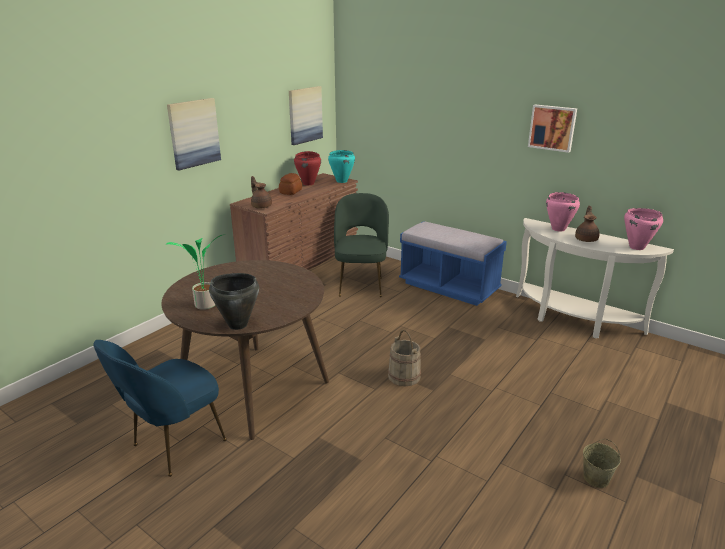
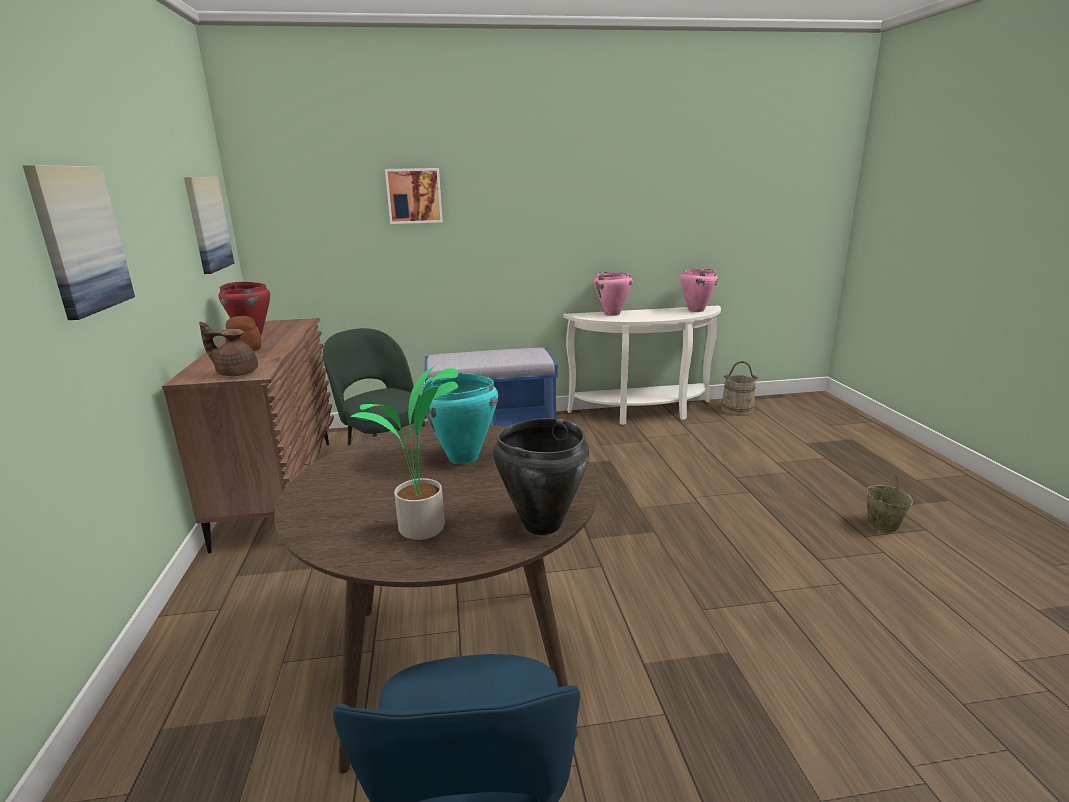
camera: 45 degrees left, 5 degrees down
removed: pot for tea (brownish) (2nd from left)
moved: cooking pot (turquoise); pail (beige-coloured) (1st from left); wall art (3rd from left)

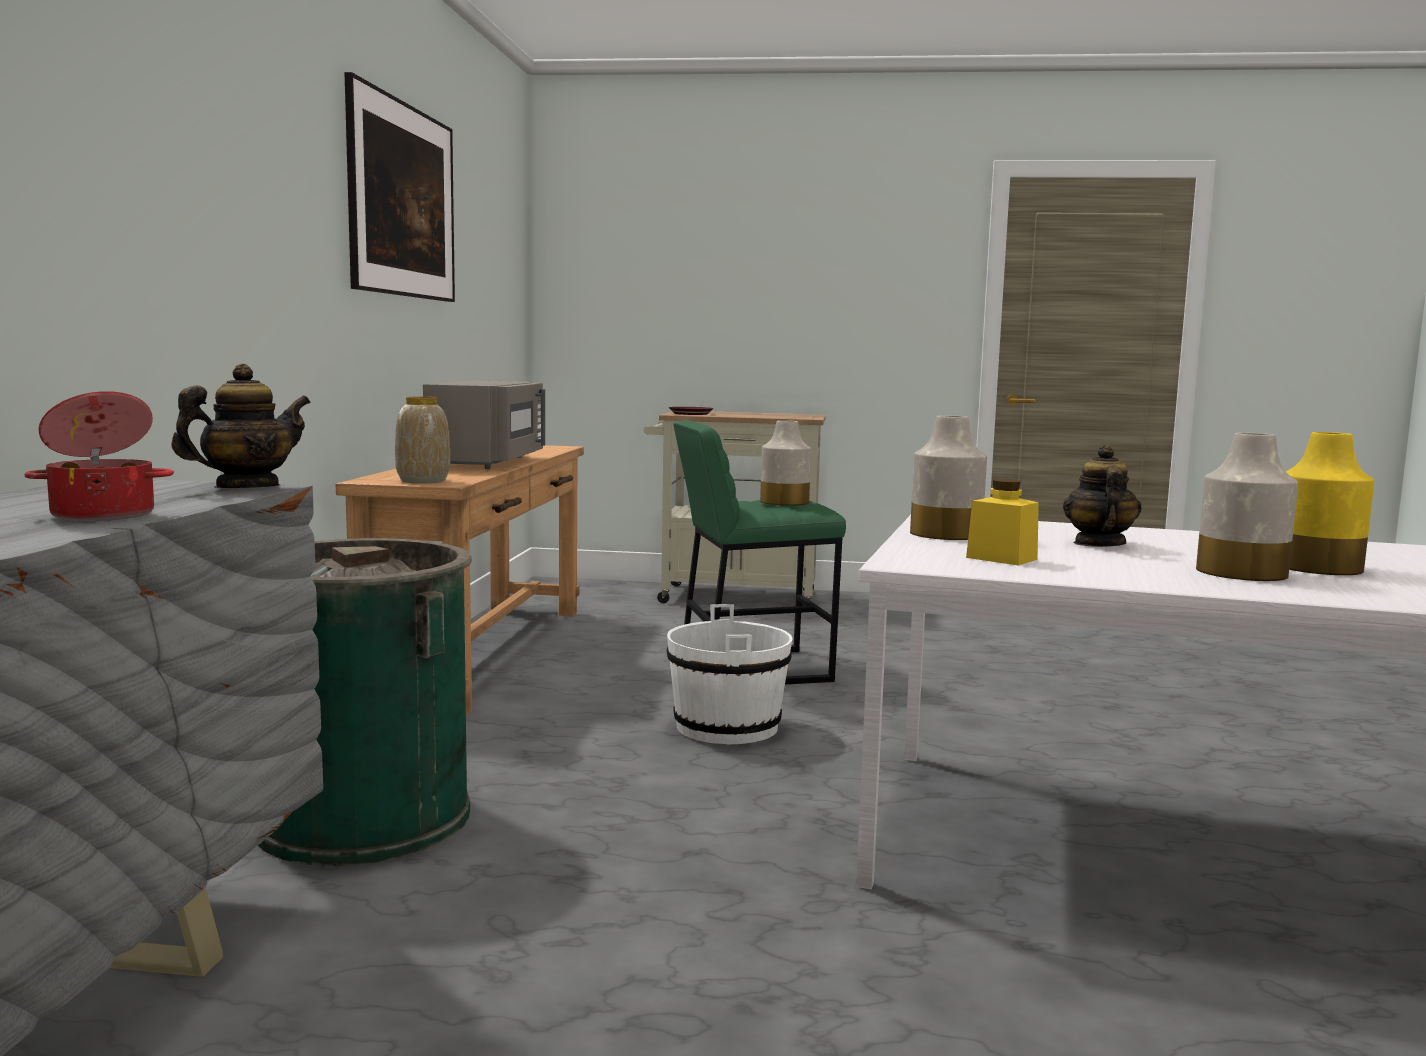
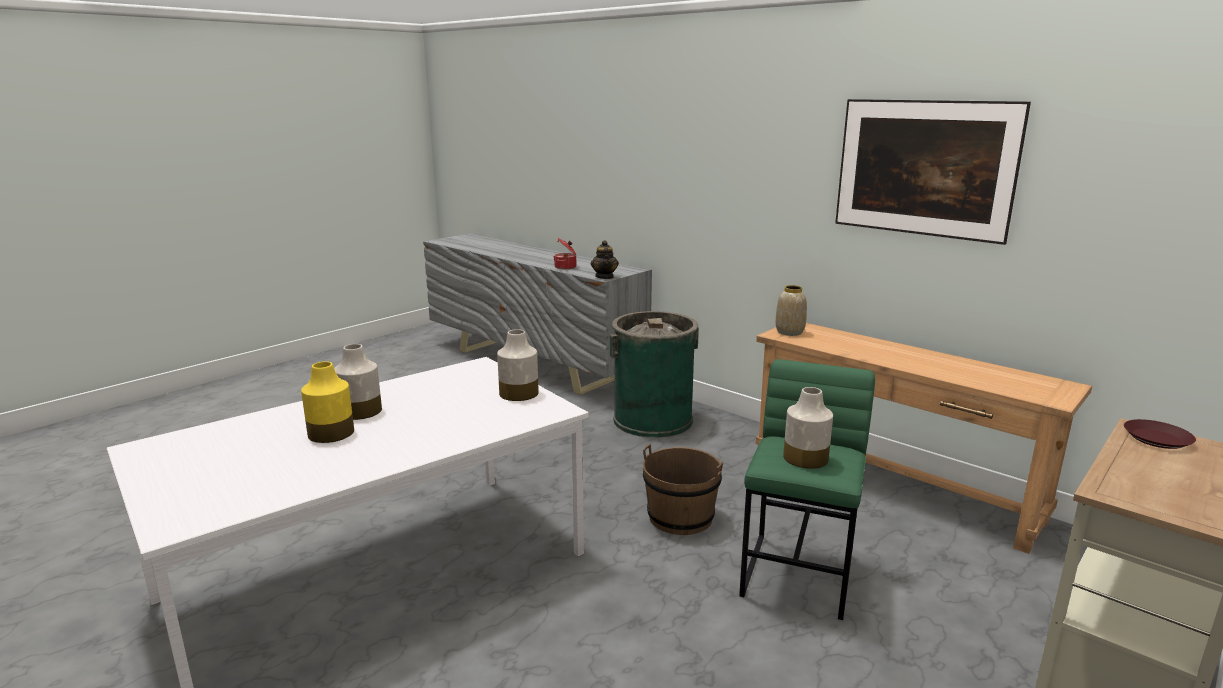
camera: 125 degrees right, 10 degrees up
removed: kitchen microwave (greyish); preserve jar (yellow-coloured); pot for tea (2nd from left)
recoloured: pail (white-coloured) to pail (brownish)

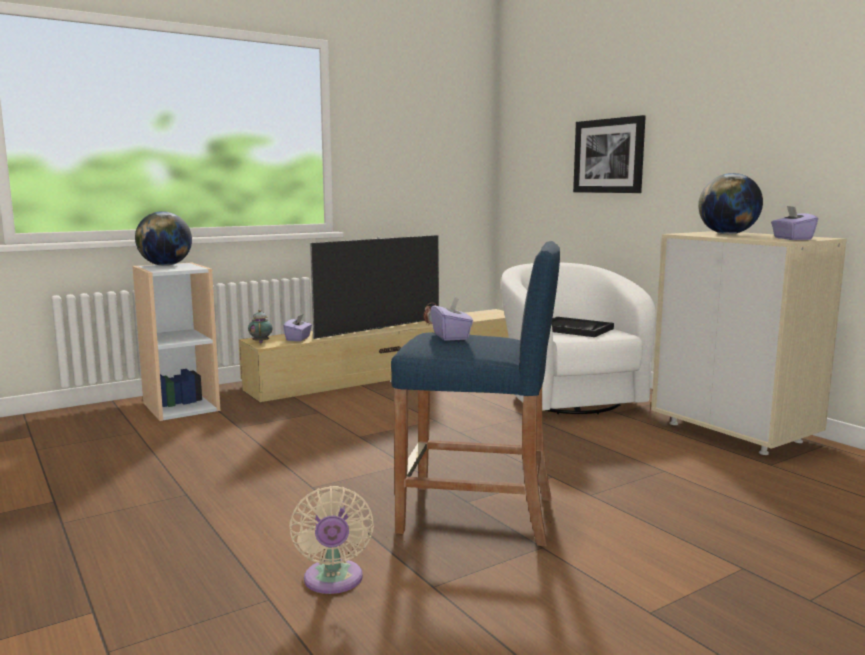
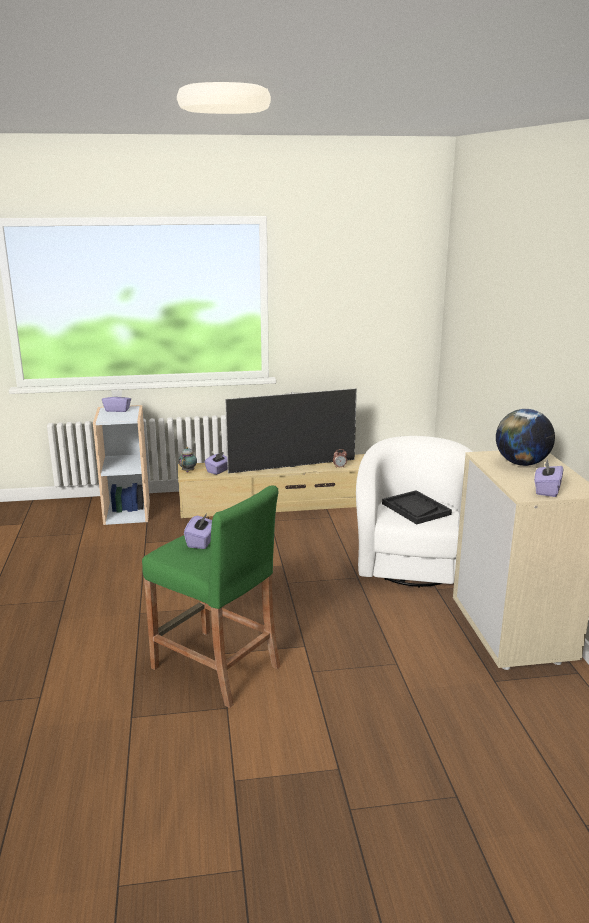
camera: 25 degrees right, 10 degrees up
removed: electric fan (beige-coloured); wall art
replaced: globe (1st from left) to tissue box (purplish) (1st from left)
recoloured: stool (blue) to stool (green-coloured)

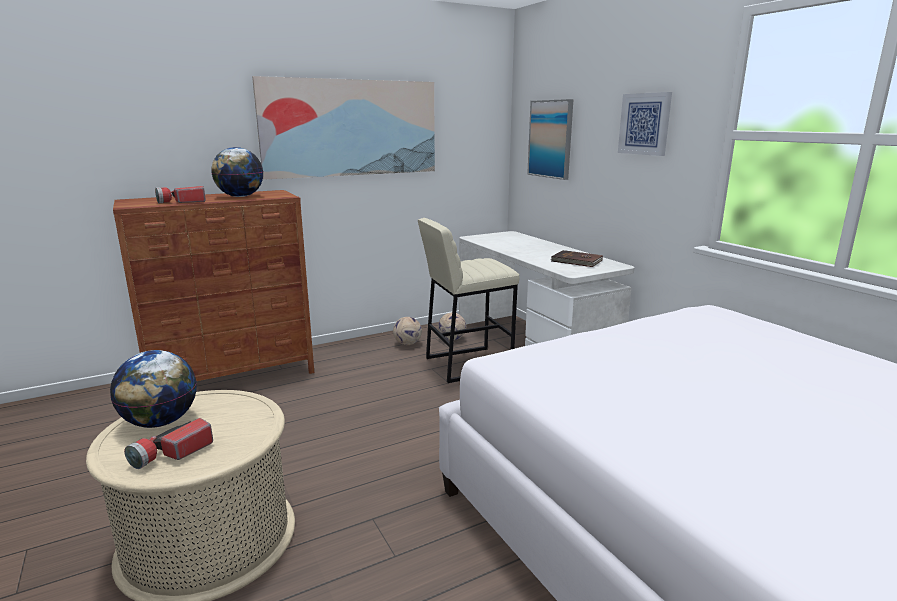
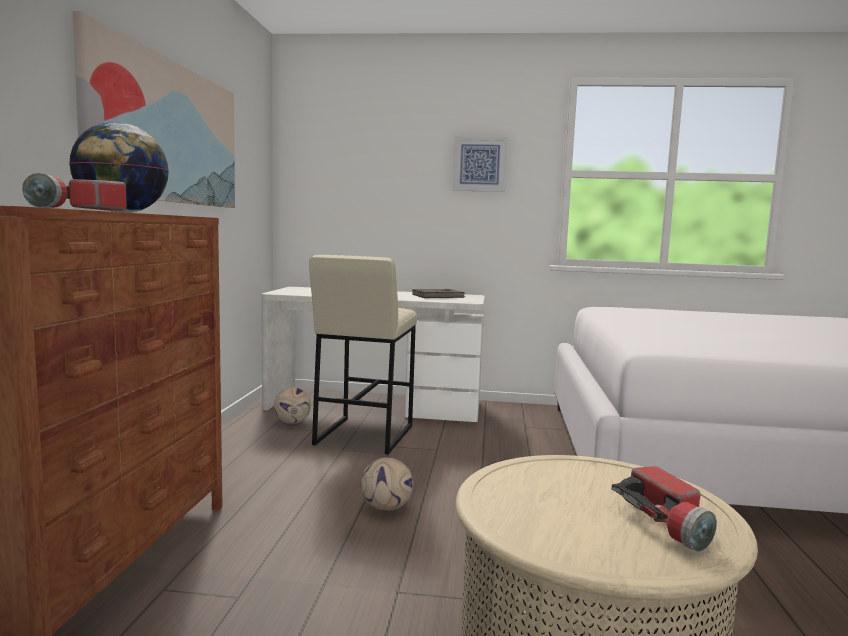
camera: 55 degrees left, 10 degrees down
removed: globe (1st from left); wall art (2nd from left)
moved: football (1st from left in the first image) to football (2nd from left)

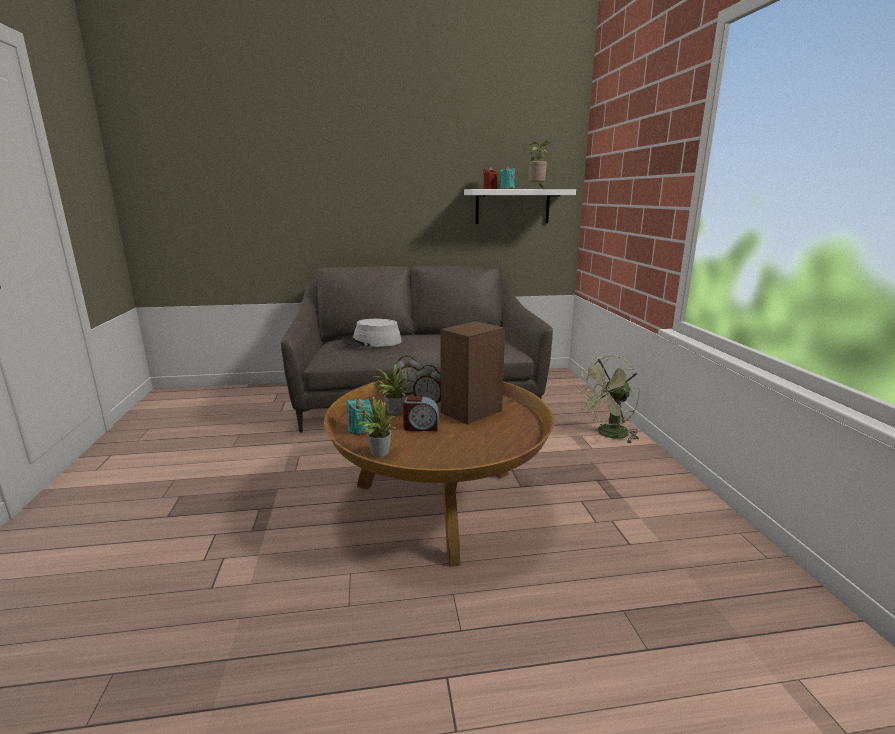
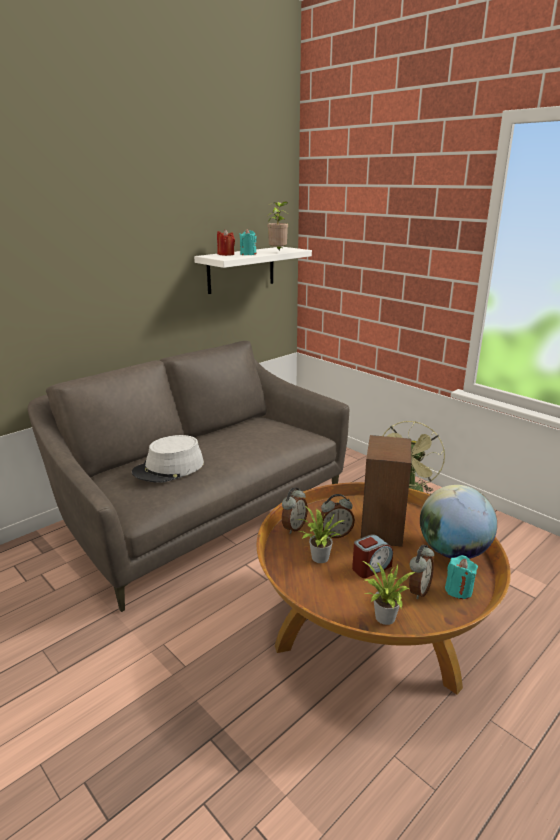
camera: 35 degrees left, 5 degrees up
added: bedside clock (4th from left); globe
moved: wax light (turquoise) (1st from left in the first image) to wax light (turquoise) (2nd from left)

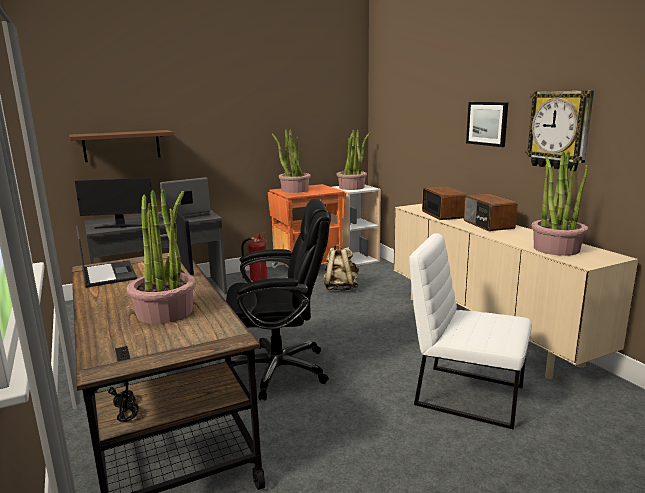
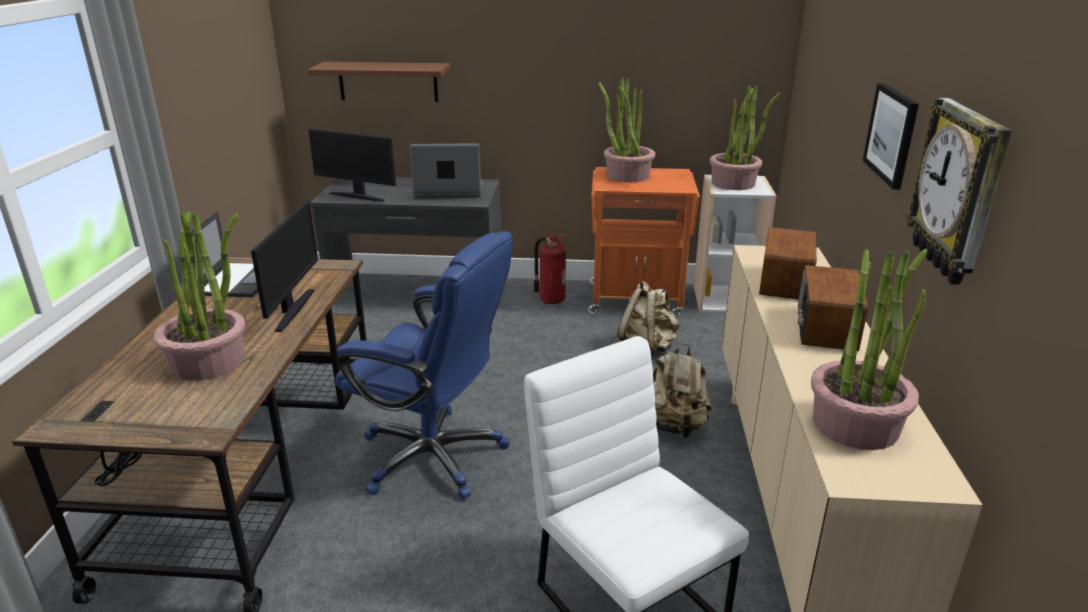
camera: 30 degrees right, 10 degrees up
added: backpack (beige-coloured) (2nd from left)
recoloured: office chair (black-coloured) to office chair (blue)

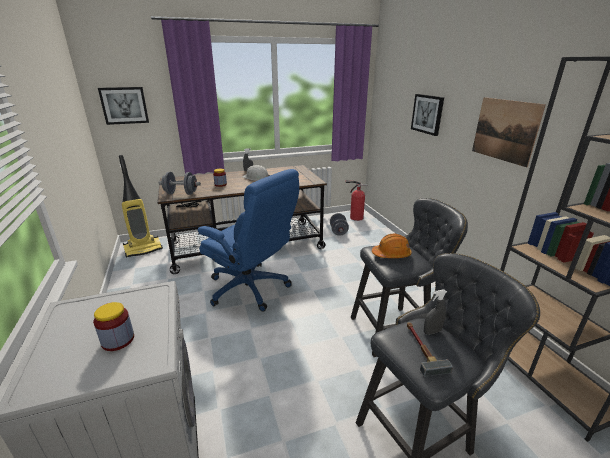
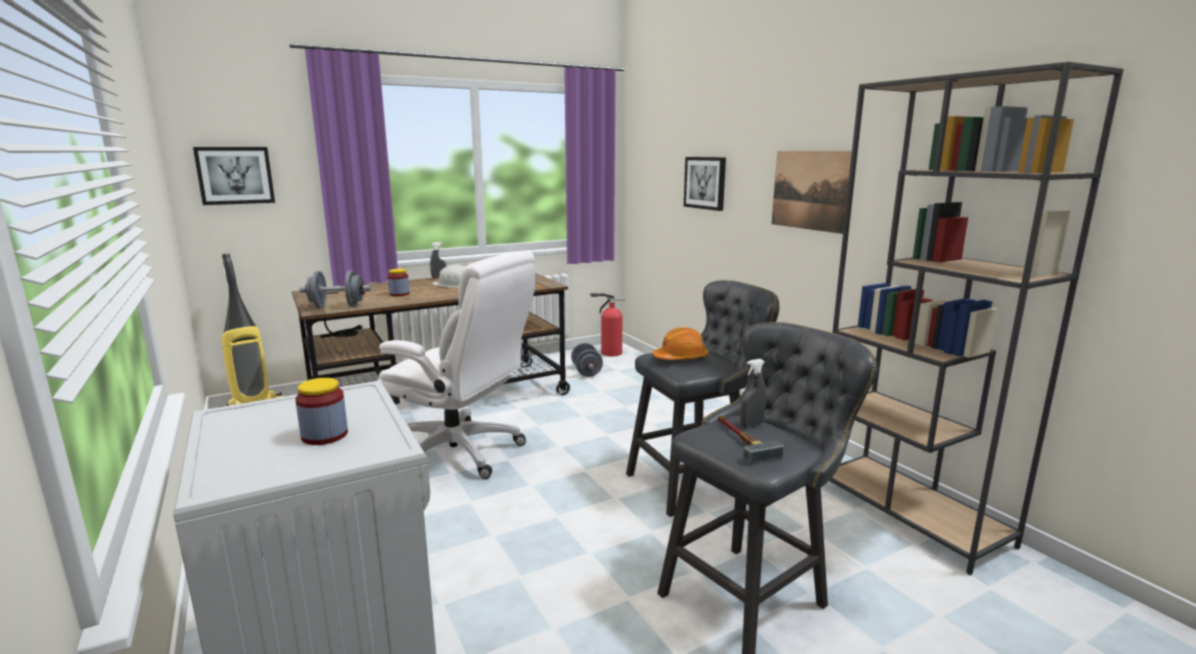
camera: 10 degrees left, 10 degrees down
recoloured: office chair (blue) to office chair (white-coloured)

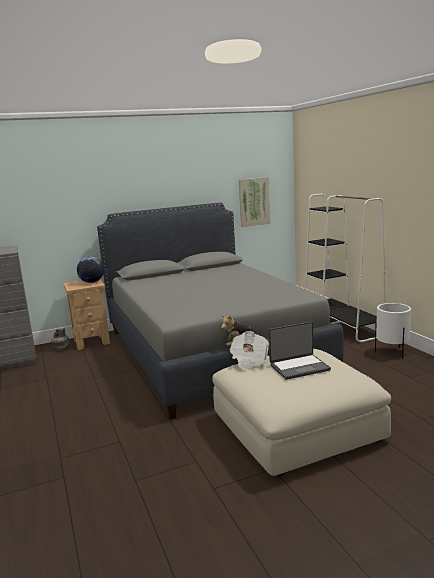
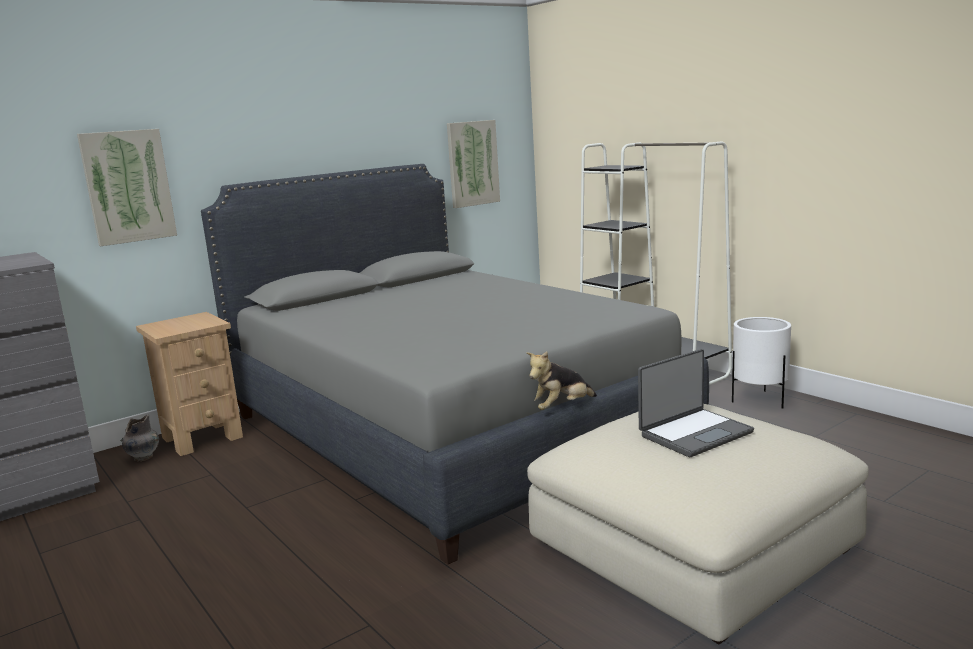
camera: 15 degrees left, 0 degrees up
removed: globe; printed paper
added: wall art (1st from left)

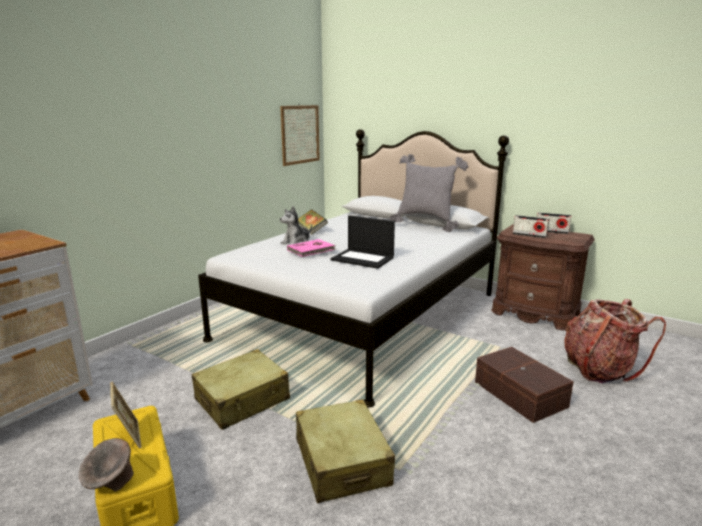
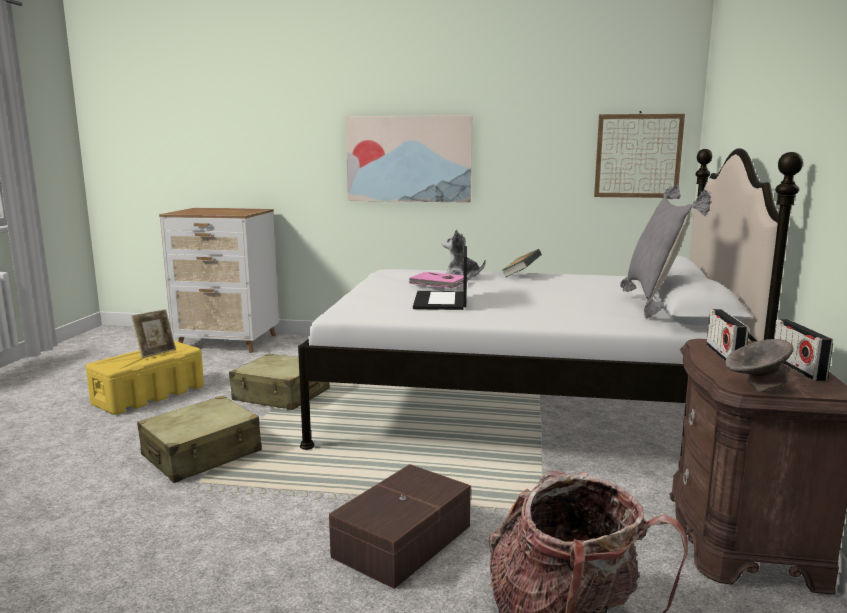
camera: 65 degrees right, 5 degrees down
added: wall art (1st from left)
moved: deep dish (greyish)

